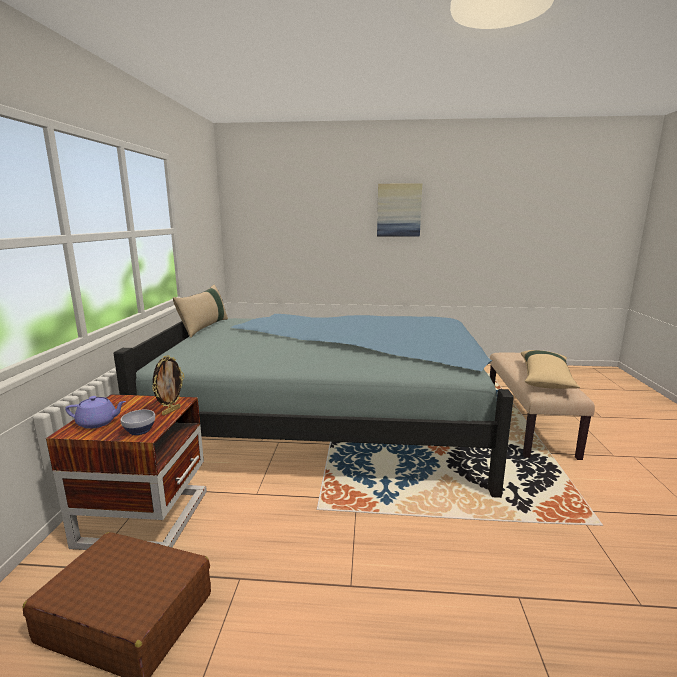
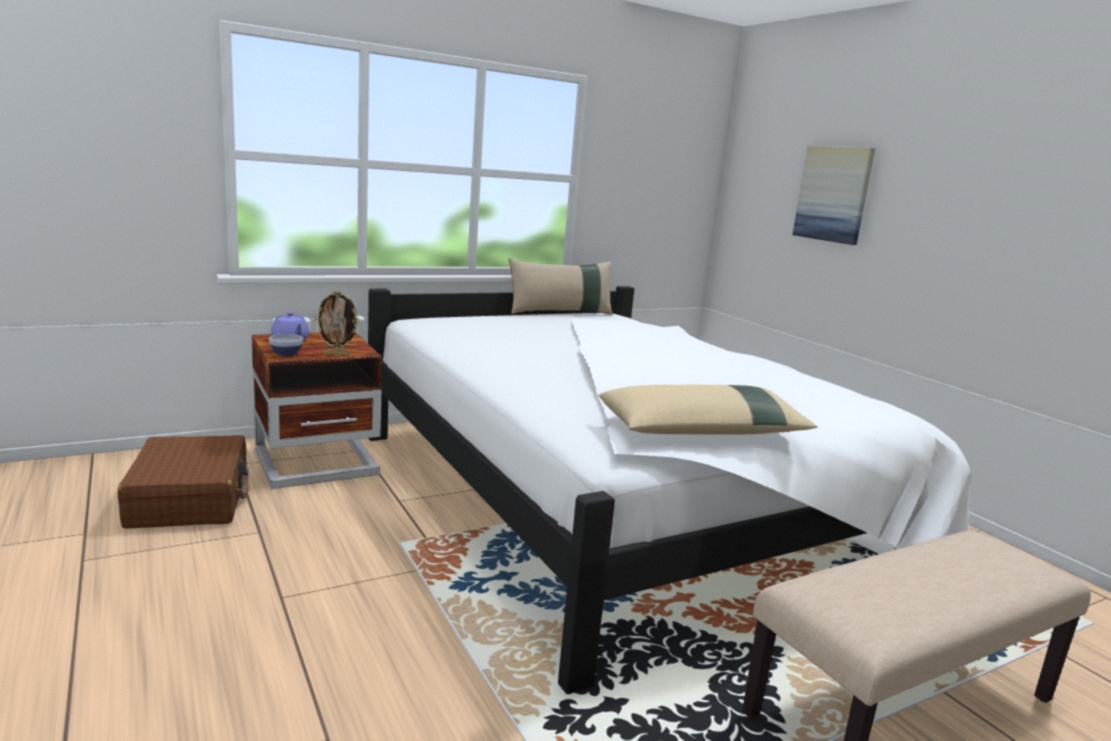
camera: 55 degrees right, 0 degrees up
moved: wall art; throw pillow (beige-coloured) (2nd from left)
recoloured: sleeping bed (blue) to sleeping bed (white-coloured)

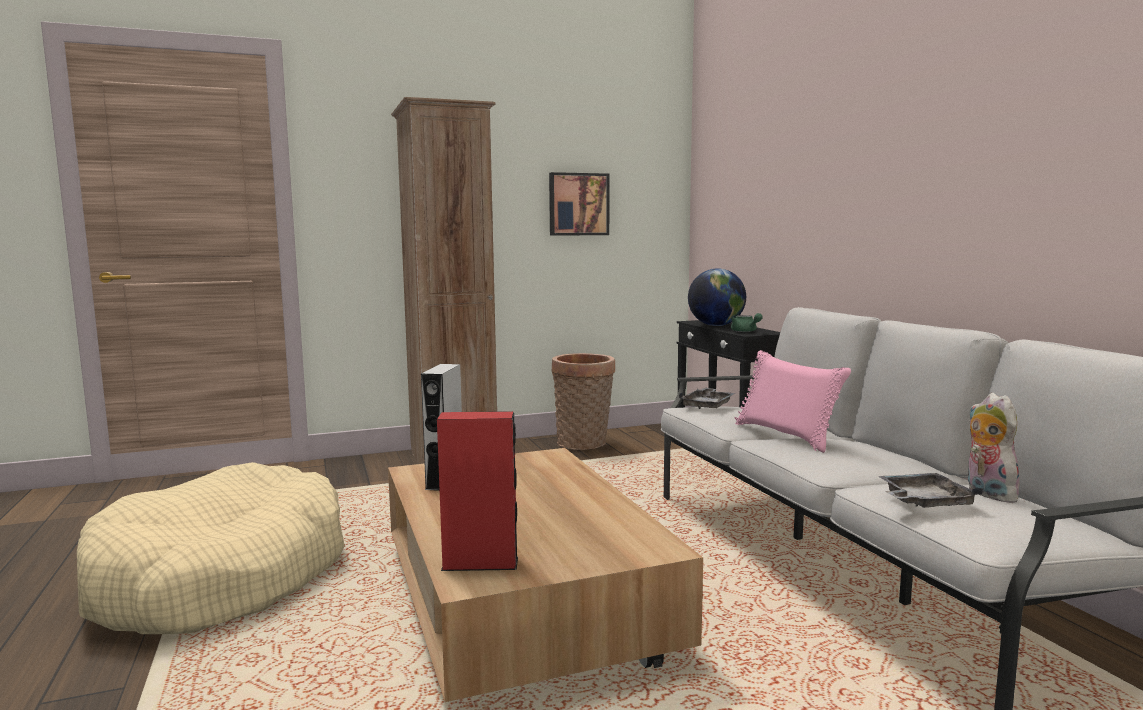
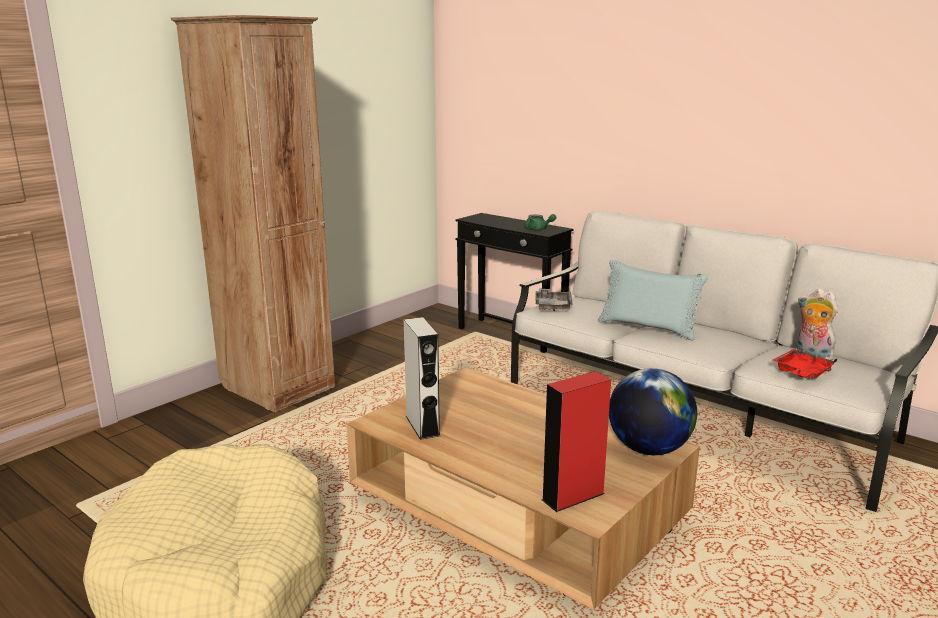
camera: 30 degrees left, 10 degrees up
removed: wall art; basket
moved: globe
recoloured: throw pillow (pinkish) to throw pillow (blue); serving tray (greyish) (2nd from left) to serving tray (red)

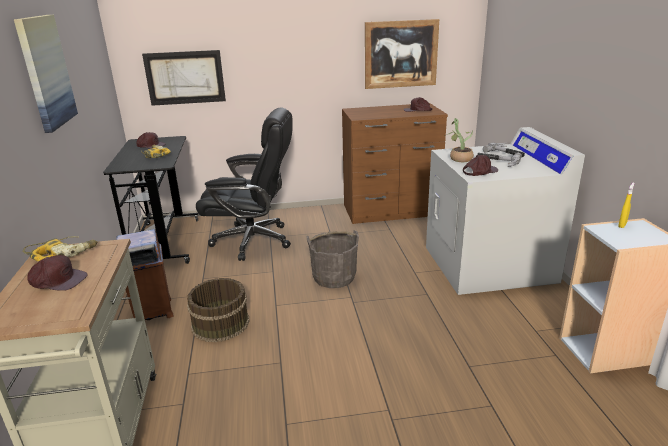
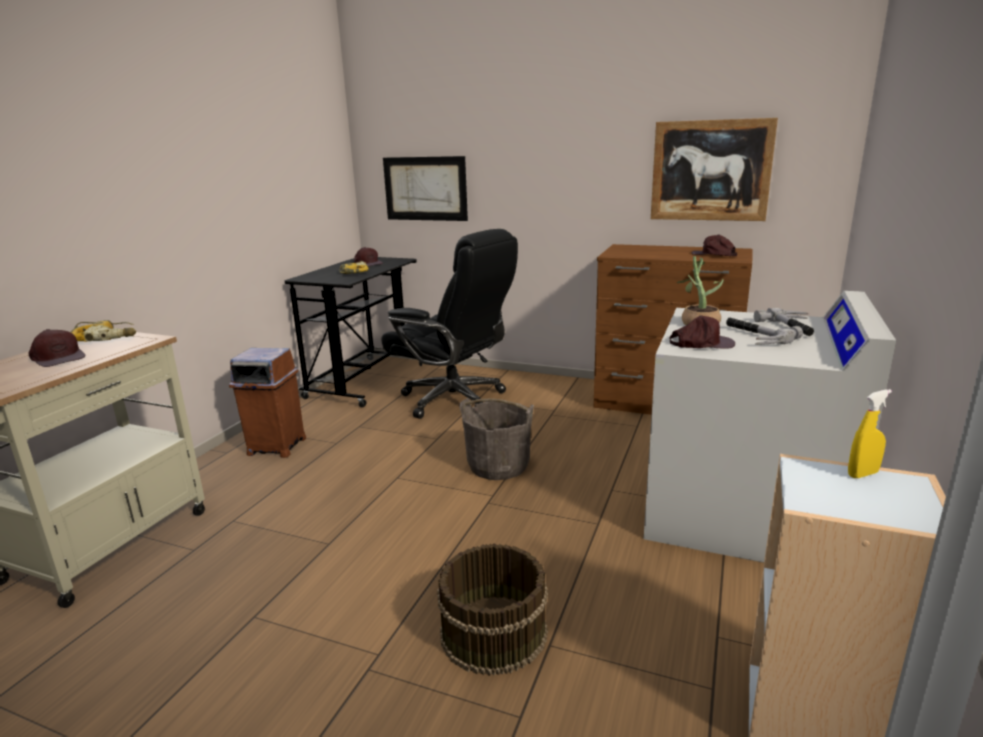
camera: 30 degrees right, 5 degrees down
removed: wall art (1st from left)
moved: pail (brownish)

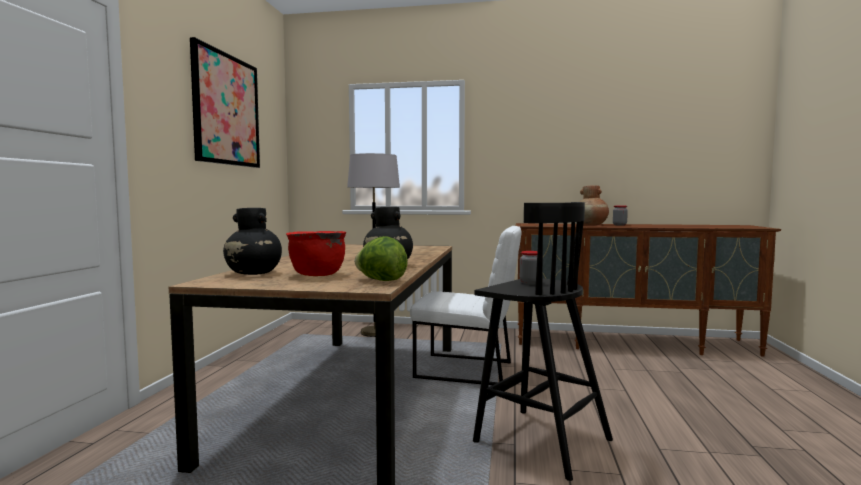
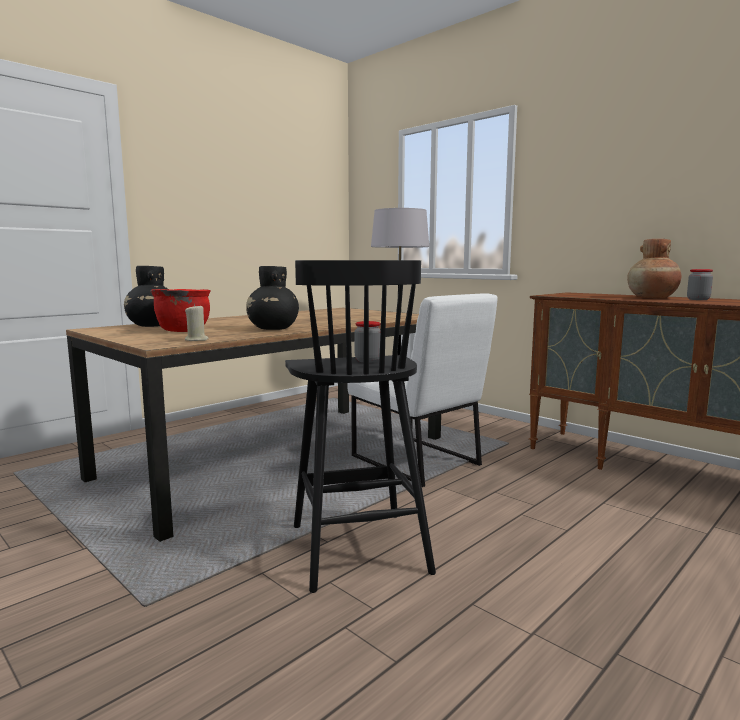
camera: 35 degrees right, 5 degrees up
removed: wall art
replaced: head of lettuce to wax light (beige-coloured)

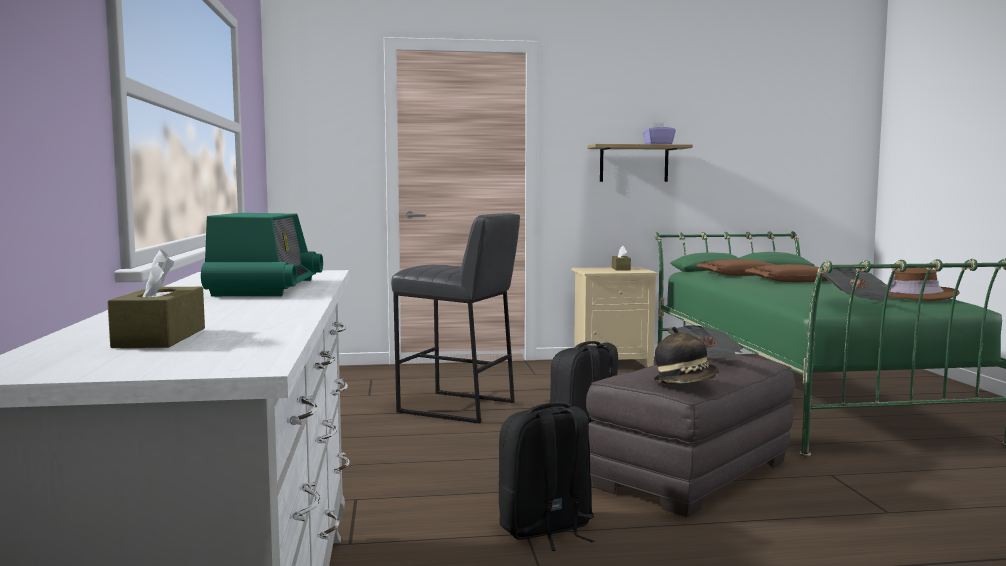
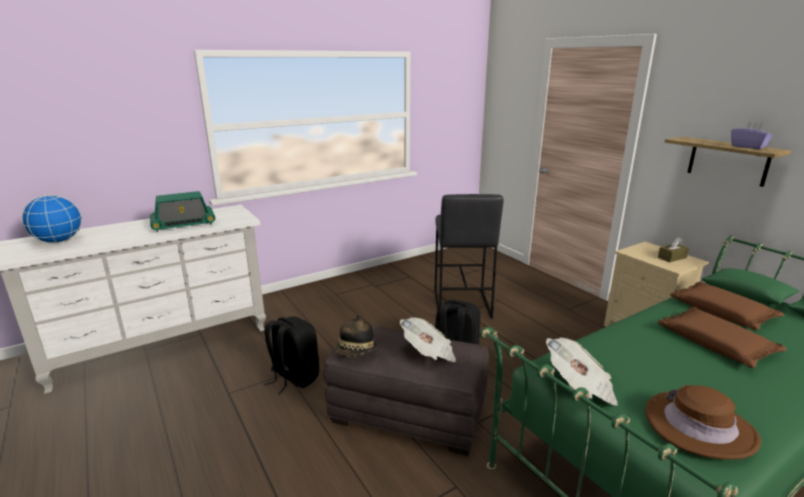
camera: 65 degrees right, 15 degrees up
replaced: tissue box (brownish) (1st from left) to globe

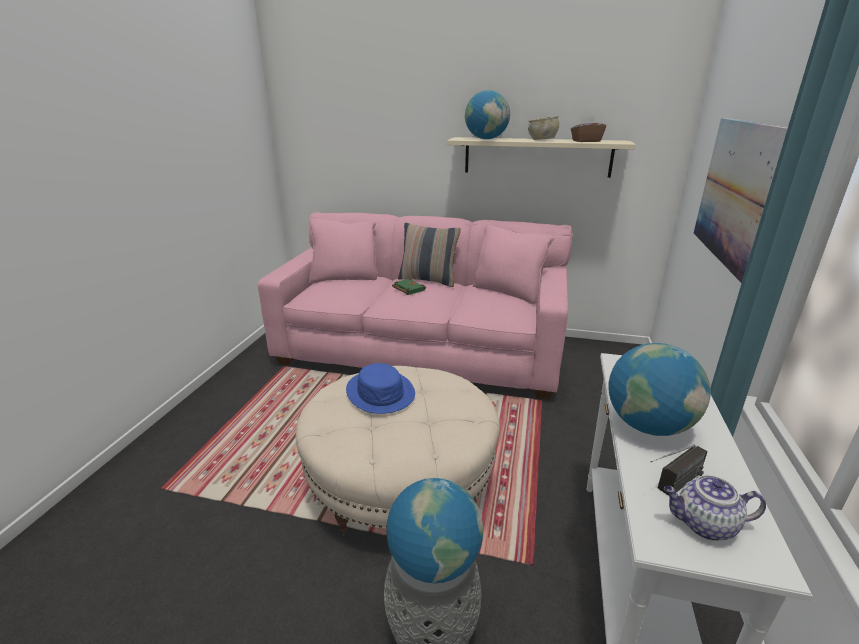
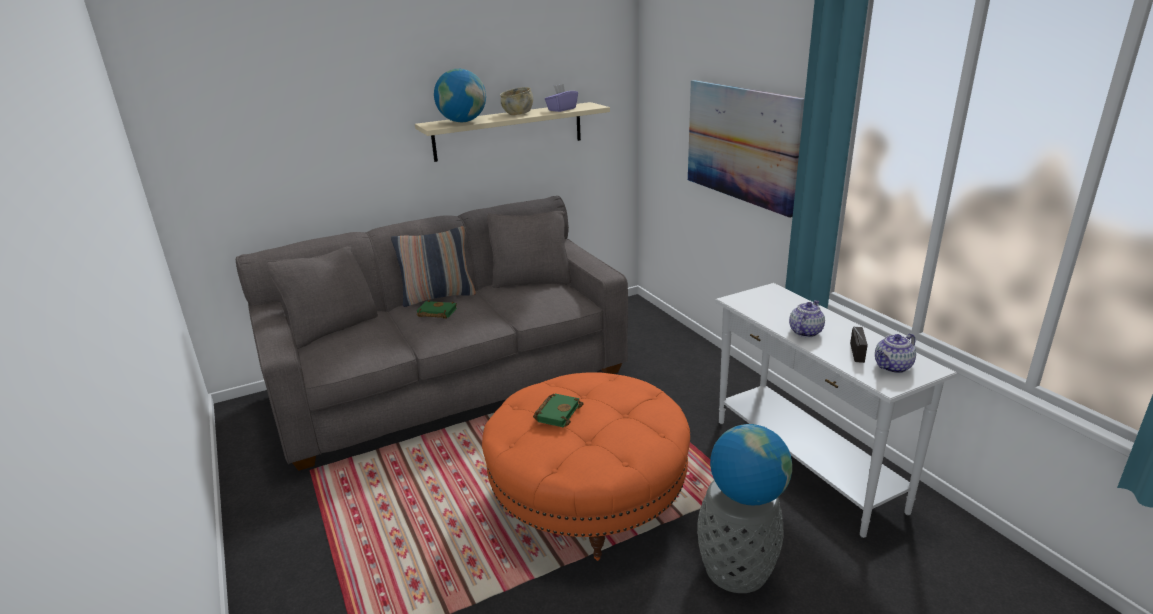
camera: 40 degrees left, 0 degrees up
replaced: wearable hat (blue) to bound book (green-coloured) (2nd from left); globe (3rd from left) to pot for tea (1st from left)
recoloured: sofa (pinkish) to sofa (greyish); pouffe (beige-coloured) to pouffe (orangey); tissue box (brownish) to tissue box (purplish)

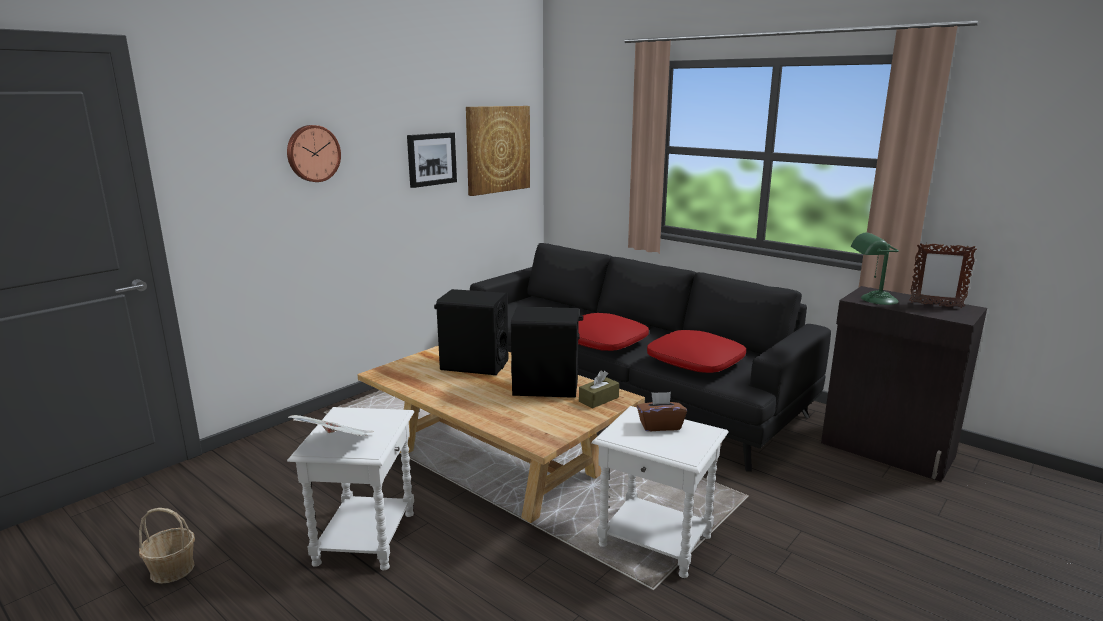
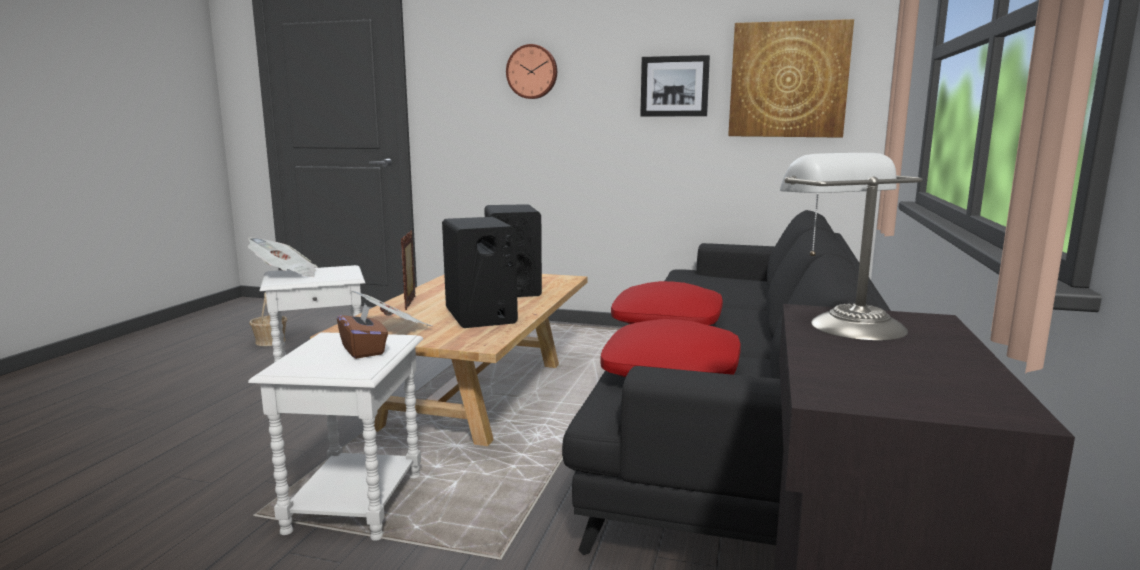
camera: 65 degrees right, 5 degrees down
removed: tissue box (brownish) (1st from left)
added: printed paper (2nd from left)
moved: picture frame
recoloured: table lamp (green-coloured) to table lamp (white-coloured)

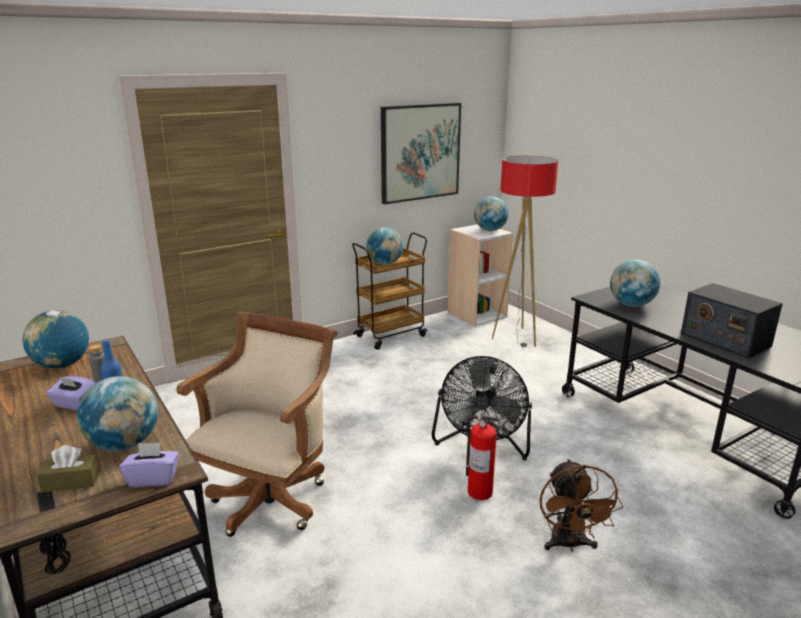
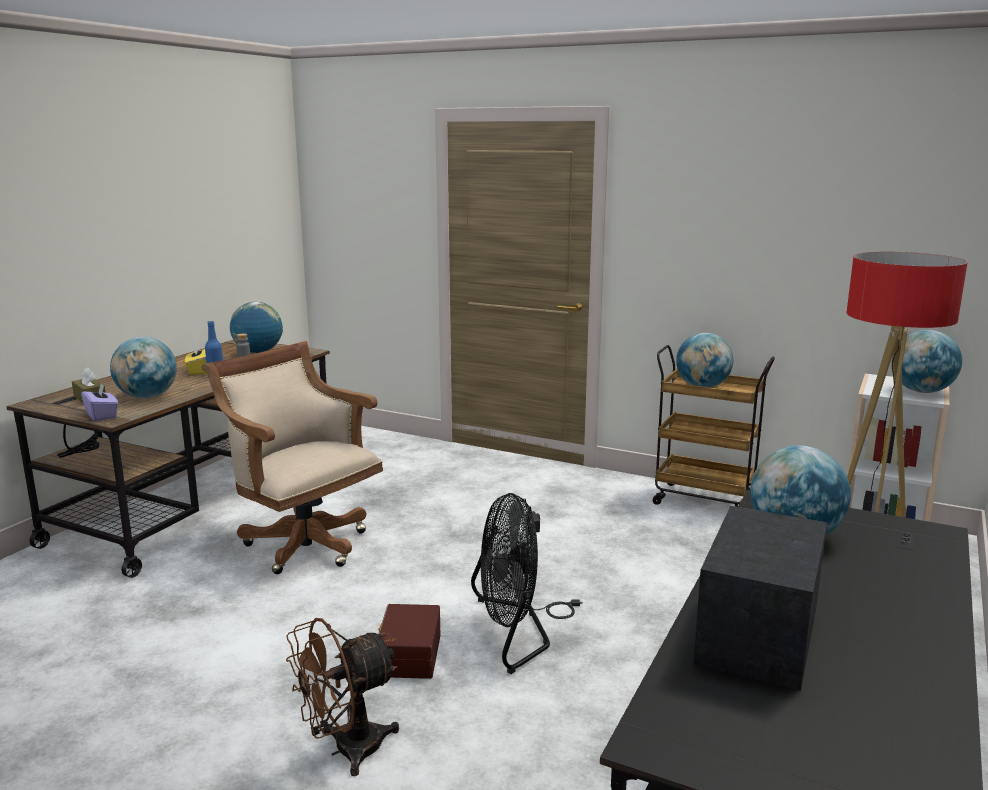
camera: 60 degrees right, 5 degrees down
removed: wall art
replaced: fire-fighting cylinder to storage bin (brownish)
recoloured: tissue box (purplish) (1st from left) to tissue box (yellow-coloured)
turned: office chair 135 degrees counterclockwise

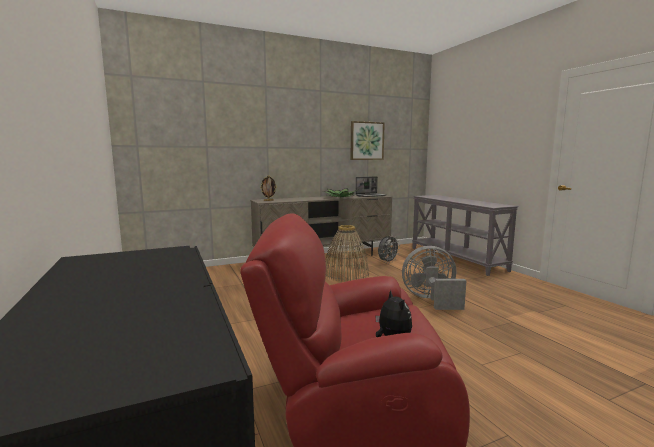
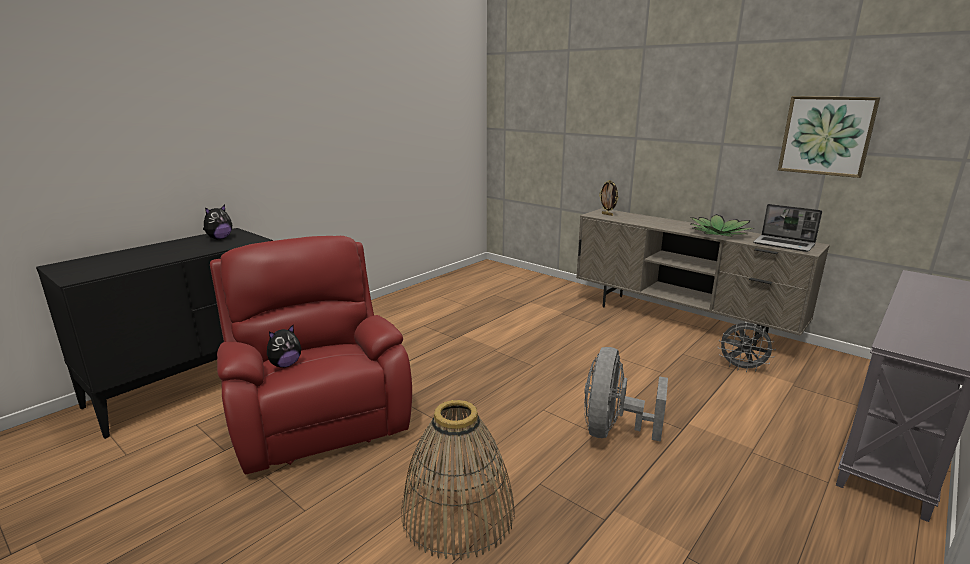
camera: 65 degrees right, 10 degrees up
added: plush toy (1st from left)
moved: basket
turned: electric fan (greyish) (2nd from left in the first image) 135 degrees counterclockwise

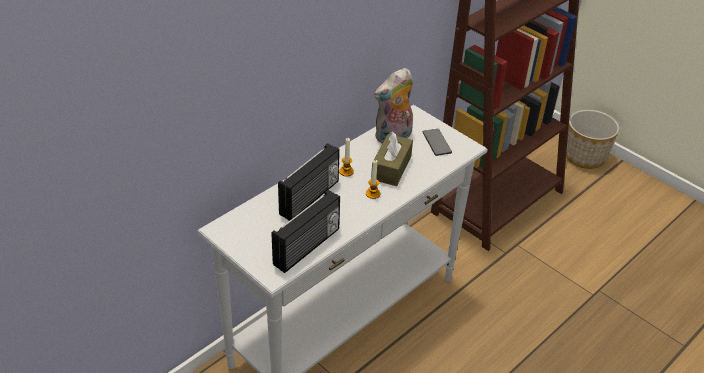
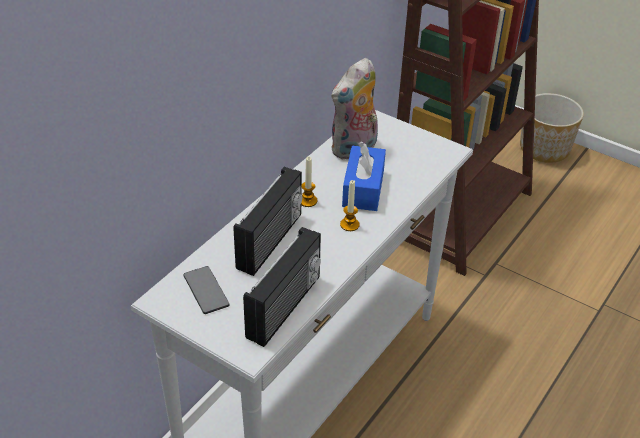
camera: 10 degrees left, 0 degrees up
moved: handset
recoloured: tissue box (brownish) to tissue box (blue)

